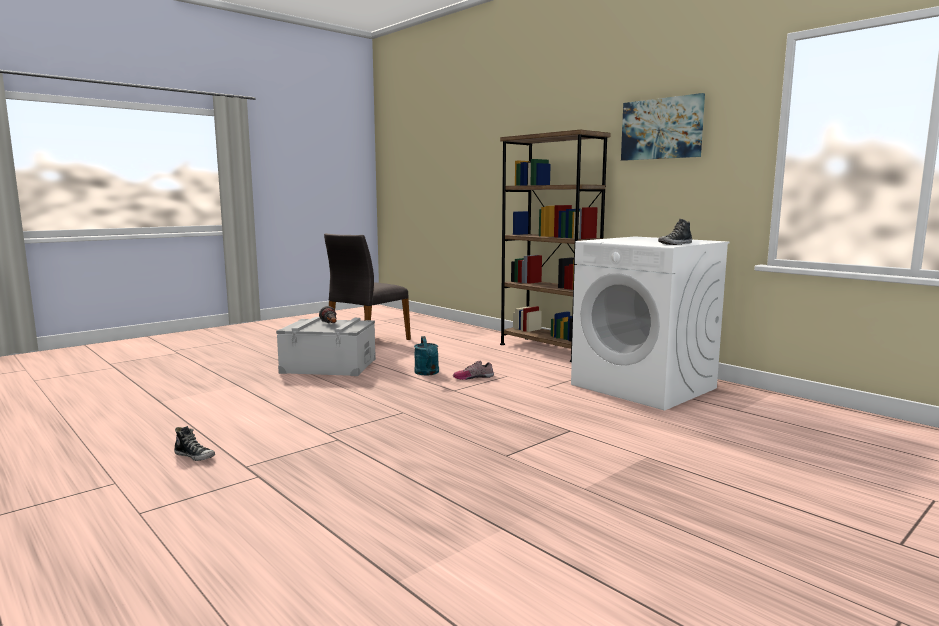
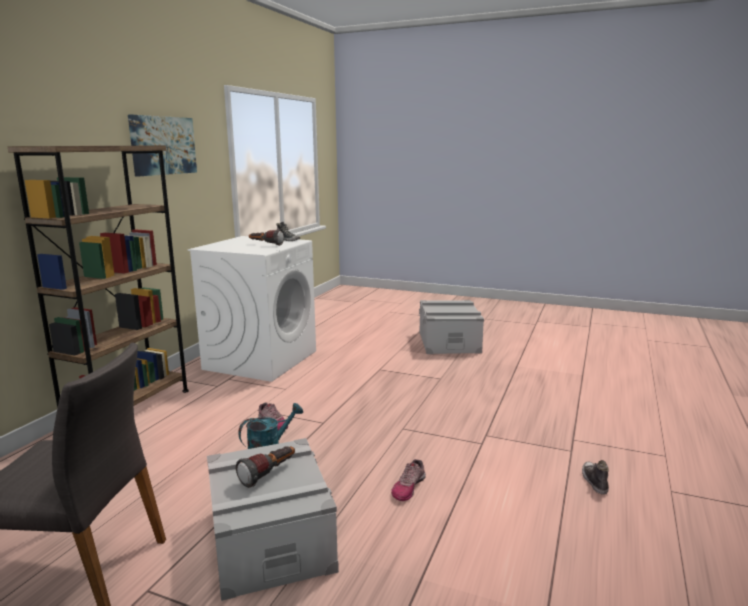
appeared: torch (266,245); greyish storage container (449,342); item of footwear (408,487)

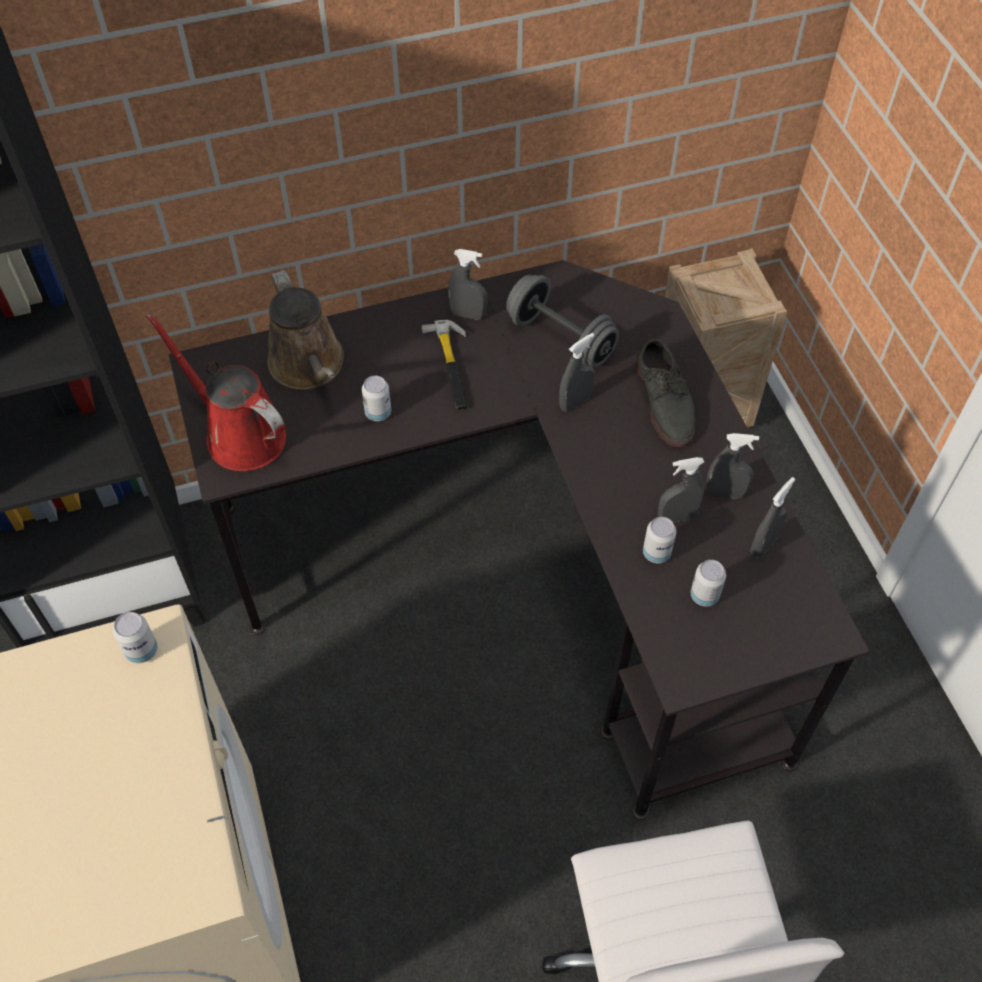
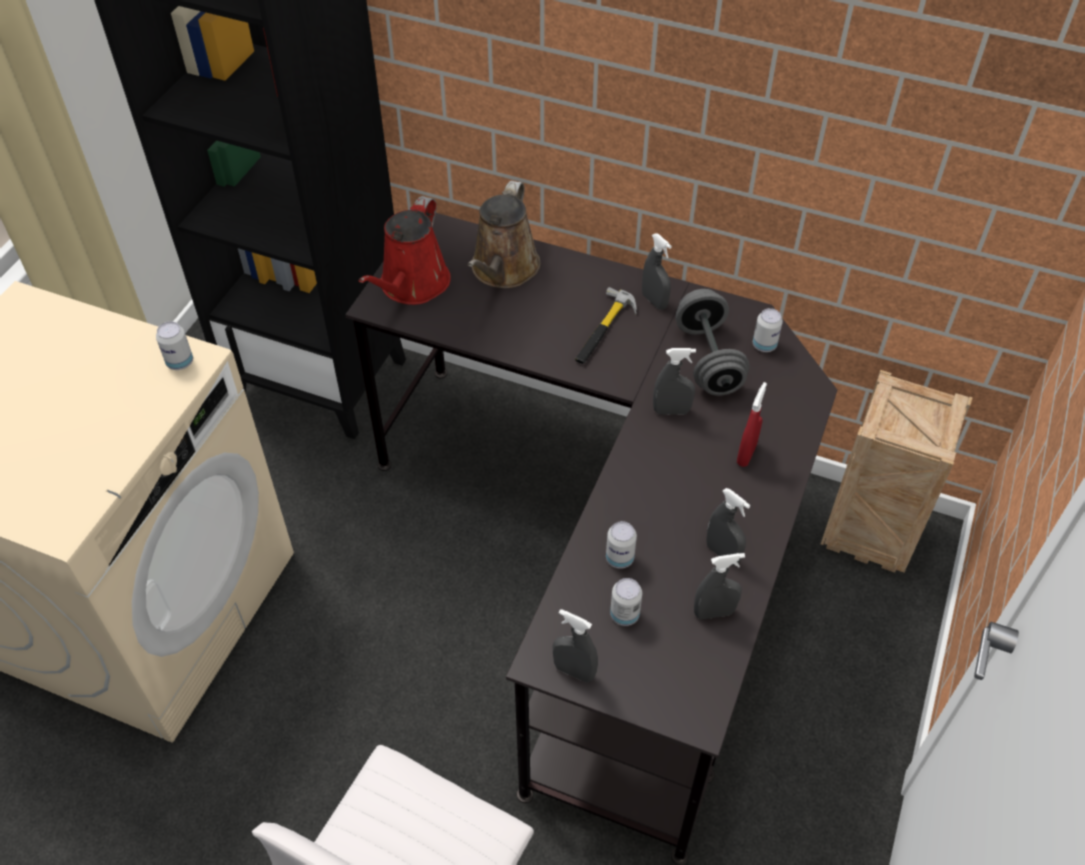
relocated: can (378,413) to (764,345); greyish hand sprayer (677,517) to (574,671)
exchanged: greyish item of footwear (665,400) to red hand sprayer (746,454)
spun: red sprinkling can (239,433) = (412,286) 150 degrees counterclockwise

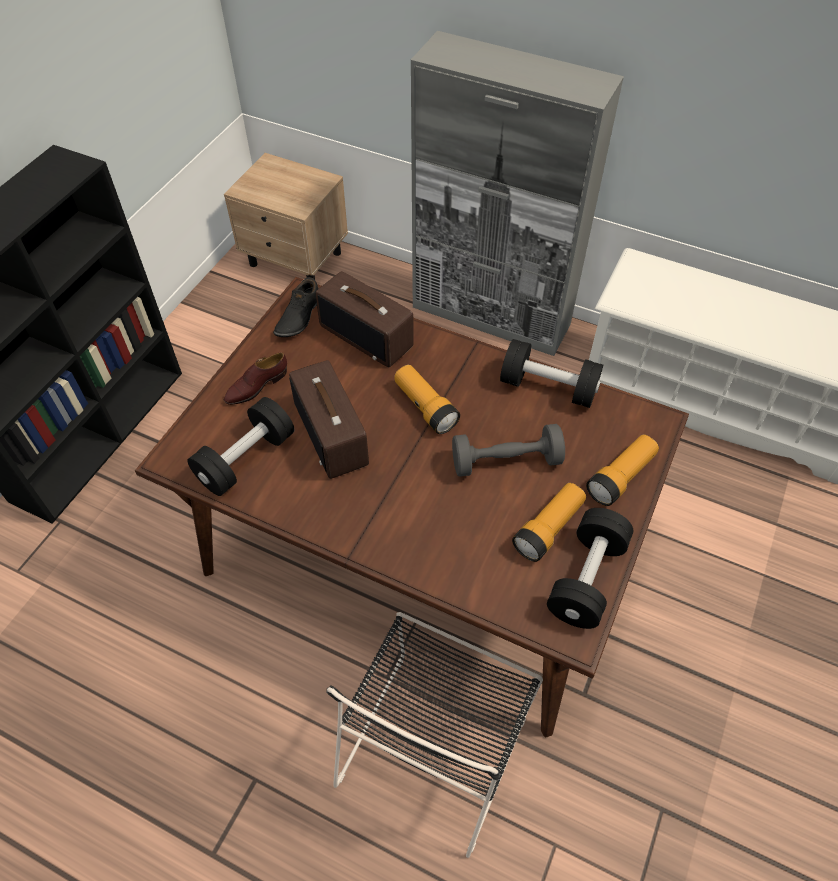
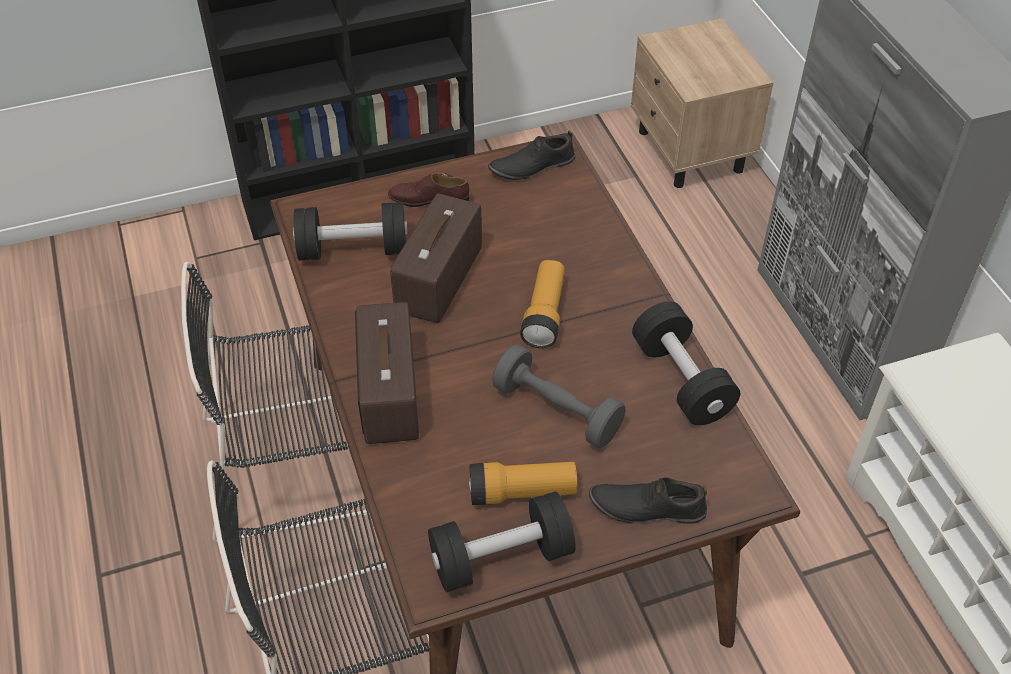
appeared: blackish chair (296,463)
relocated: radio (367,336) to (391,394)
exchanged: torch (621,477) to blackish item of footwear (647,507)

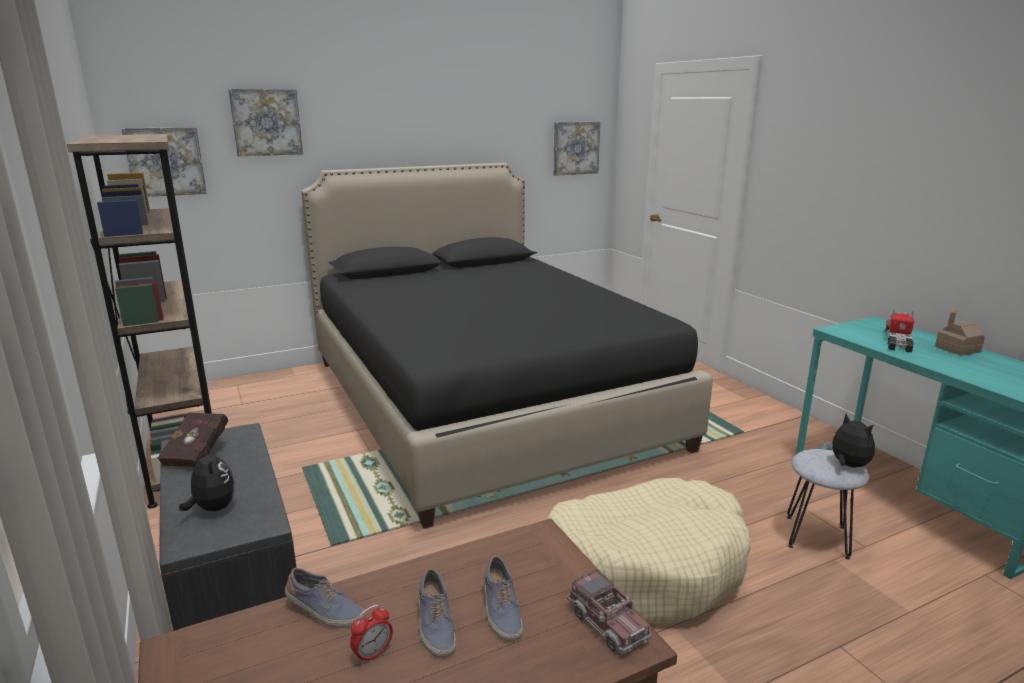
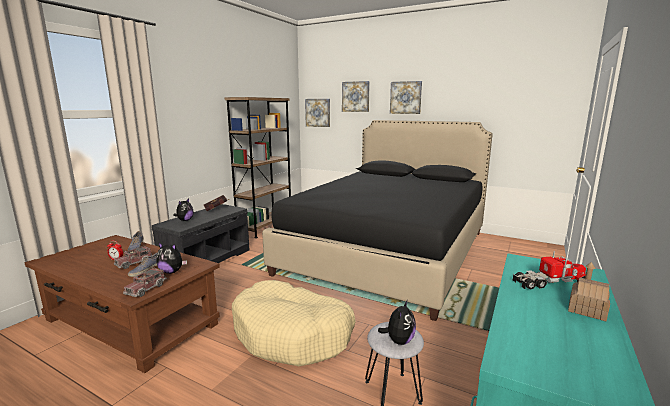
appeared: soft toy (172,271)
relocated: wall art (575,148) to (405,97)
exchanged: item of footwear (435,625) to toy lorry (134,263)

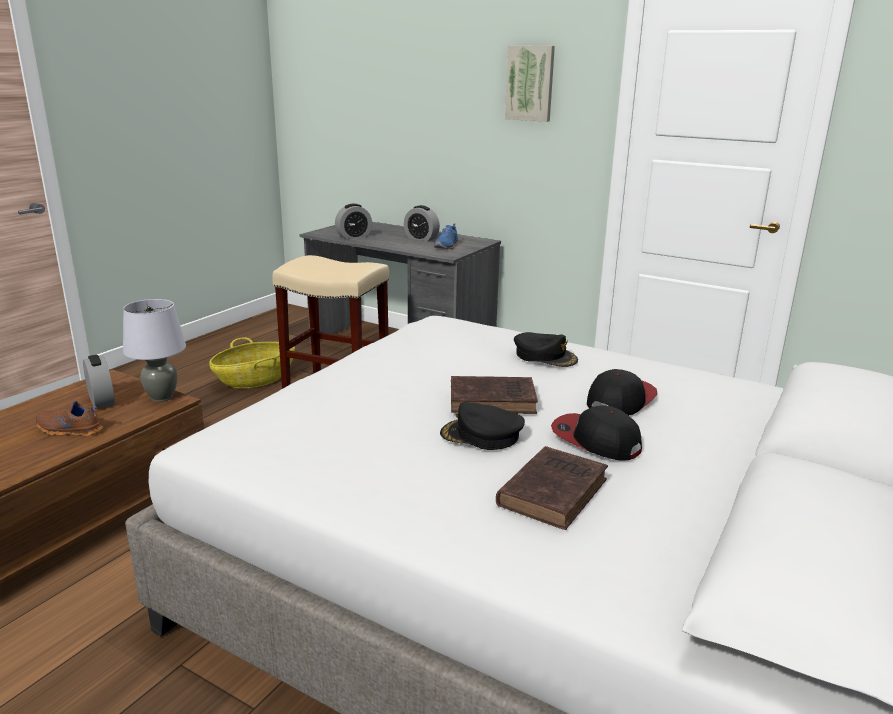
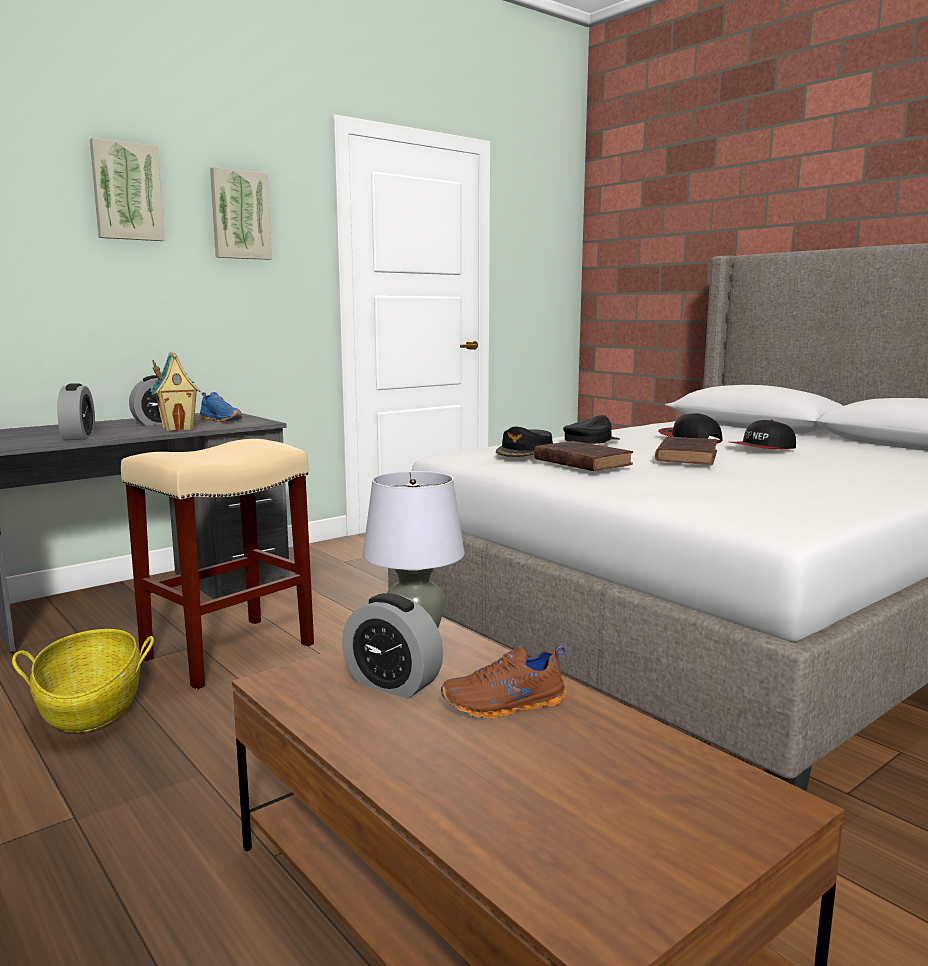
appeared: wall art (126,192); toy house (178,428)
relocated: blackish baseball cap (481,435) to (525,451); brown bound book (554,491) to (580,462)
spun: alarm clock (102,401) = (392,684) 135 degrees counterclockwise; brown item of footwear (69,430) = (505,705) 45 degrees clockwise

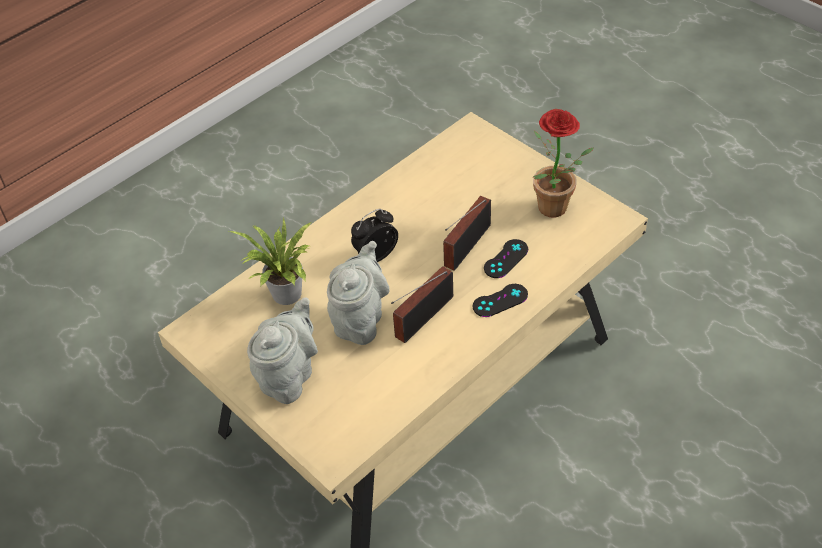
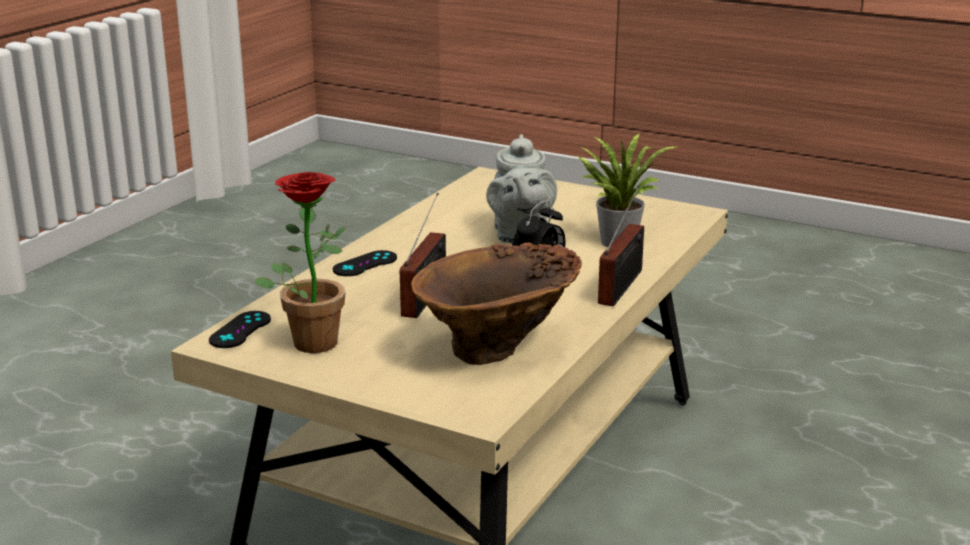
missing: greyish pot for tea (289,376)
appeared: brown decorative vase (500,351)
relocated: blackish gamepad (506,259) to (240,330); radio (420,319) to (623,284)

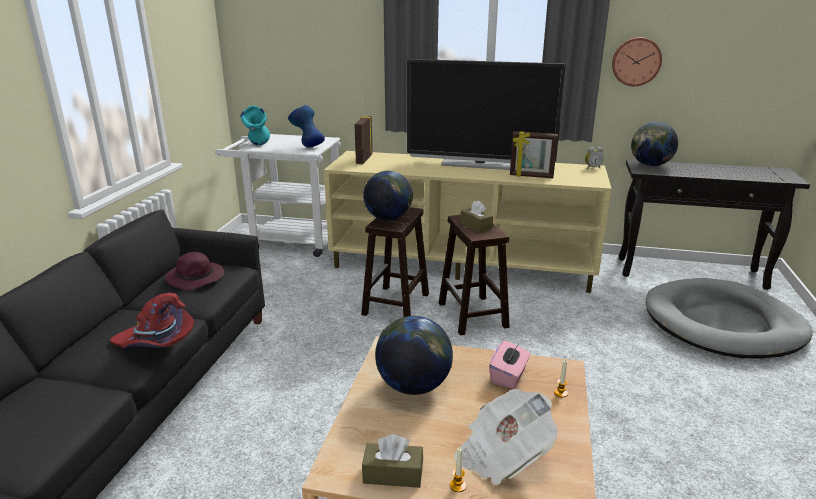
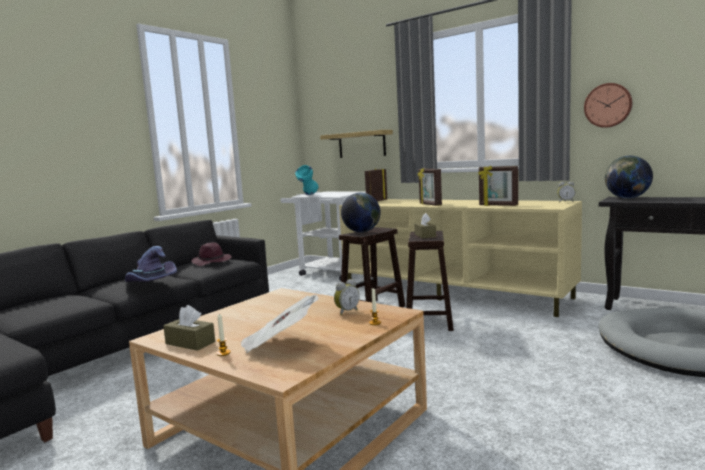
missing: television (480,164); blue-coloured decorative vase (307,146); world globe (413,386)
appeared: shelf (361,144); standing frame (429,204)
exchanged: pink-coloured box of tissues (509,376) to alarm clock (346,312)
colour: red hat (156,342) to purple-coloured hat (150,283)

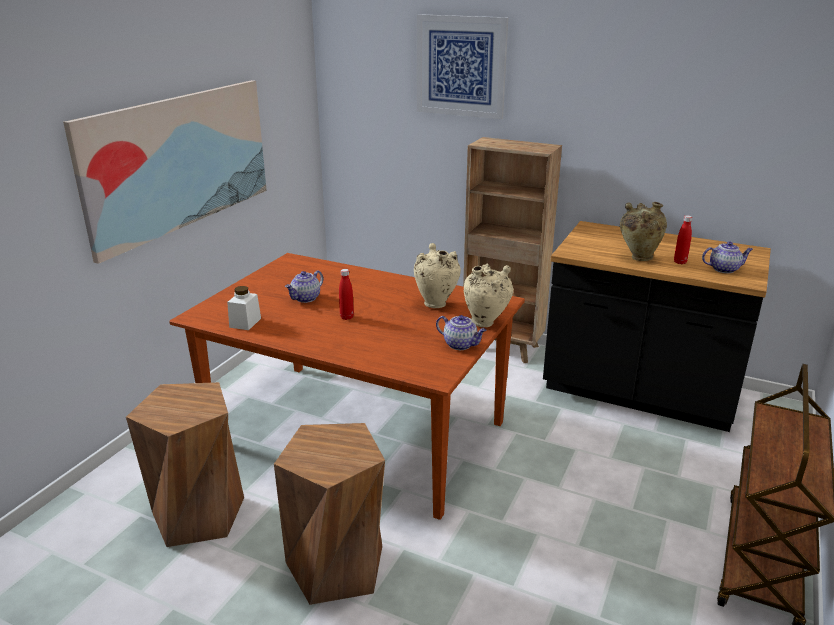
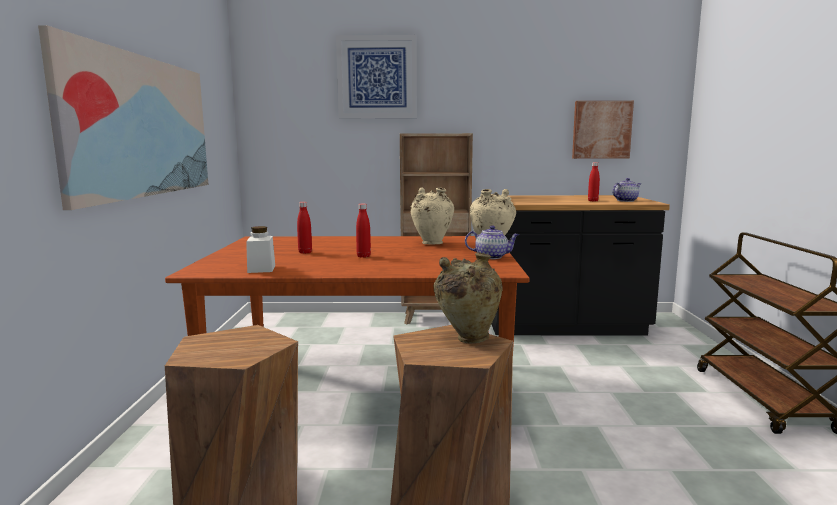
appeared: wall art (601,130)
relocated: beige-coloured decorative vase (638,257) to (467,338)
exchanged: pot for tea (306,298) to red beverage bottle (305,252)

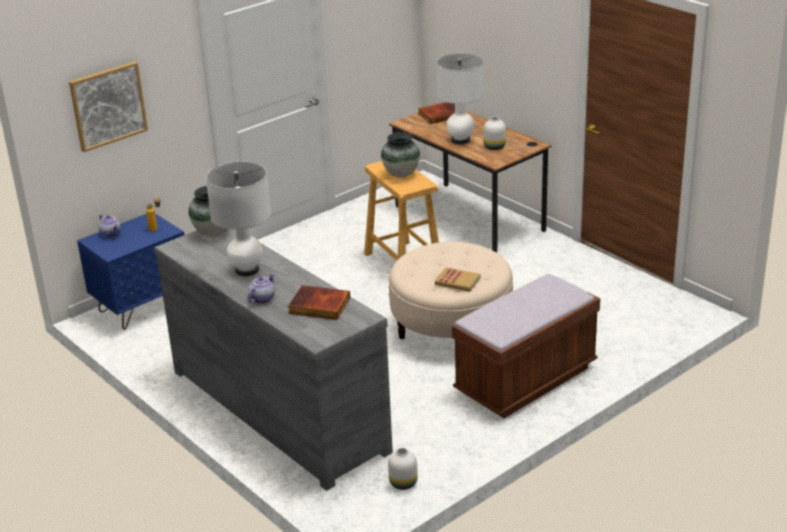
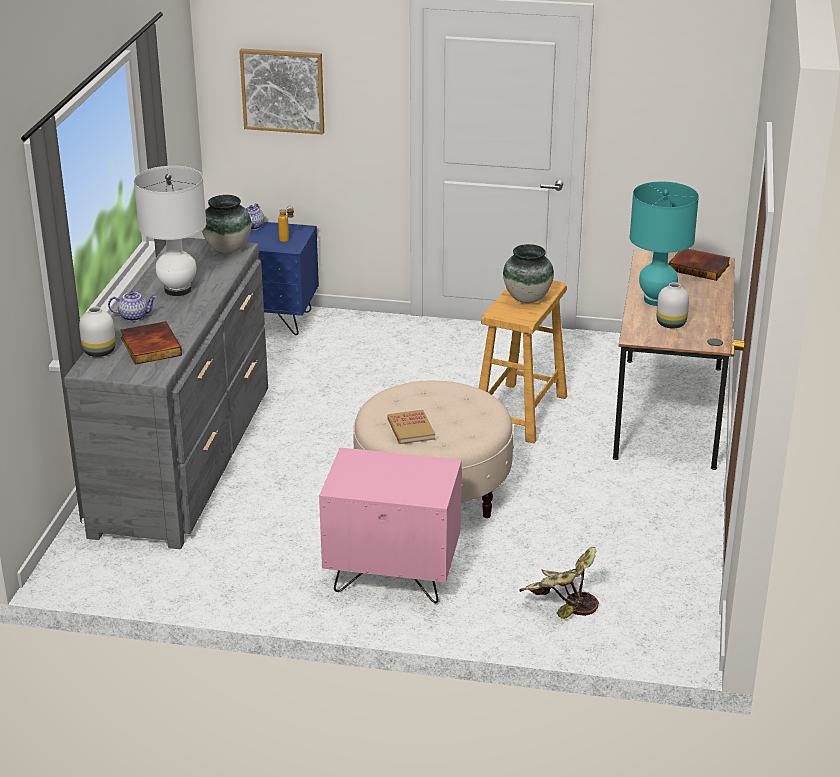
appeared: plant in a pot (560,603)
relocated: white-coloured decorative vase (402,483) to (98,351)
exchanged: brown indoor bench (526,380) to pink-coloured nightstand (392,578)
colour: white-coloured lamp for a table (460,140) to turquoise-coloured lamp for a table (656,300)

